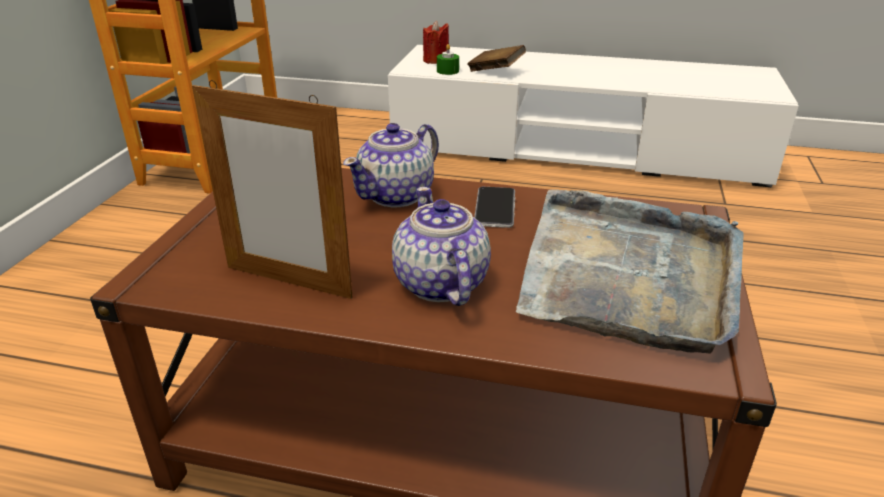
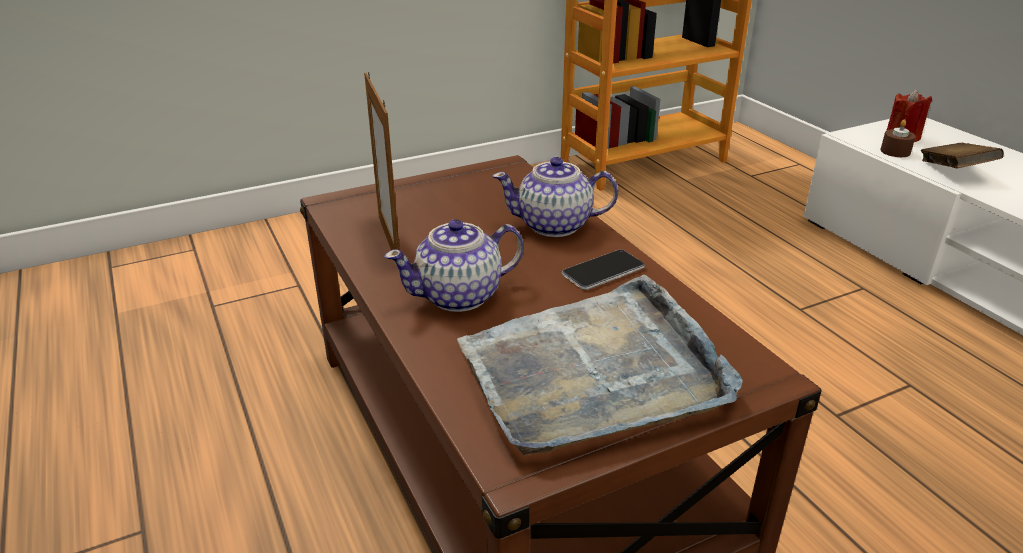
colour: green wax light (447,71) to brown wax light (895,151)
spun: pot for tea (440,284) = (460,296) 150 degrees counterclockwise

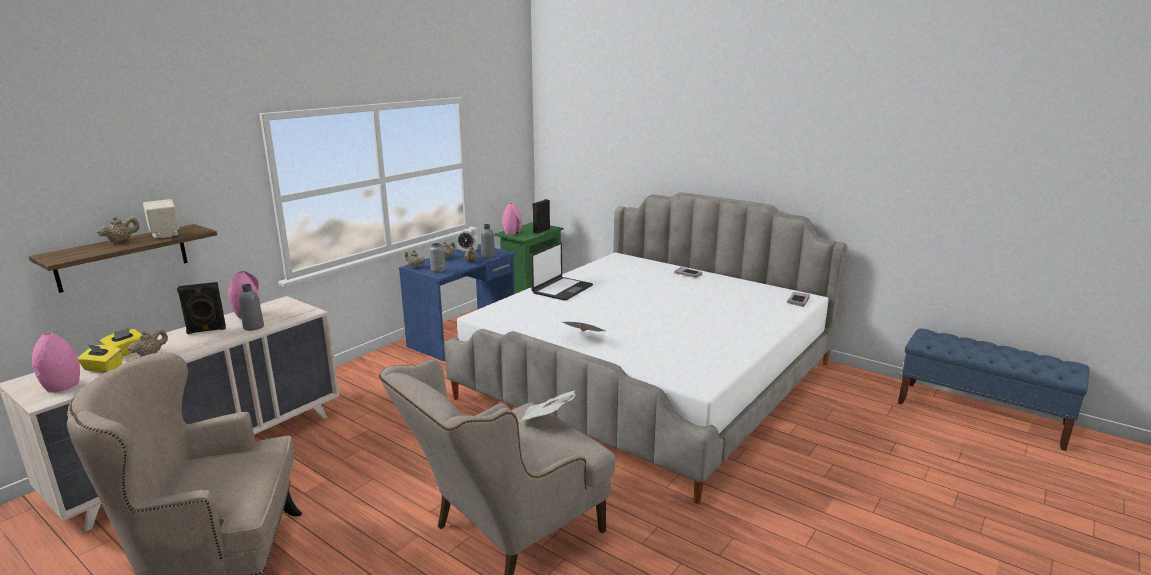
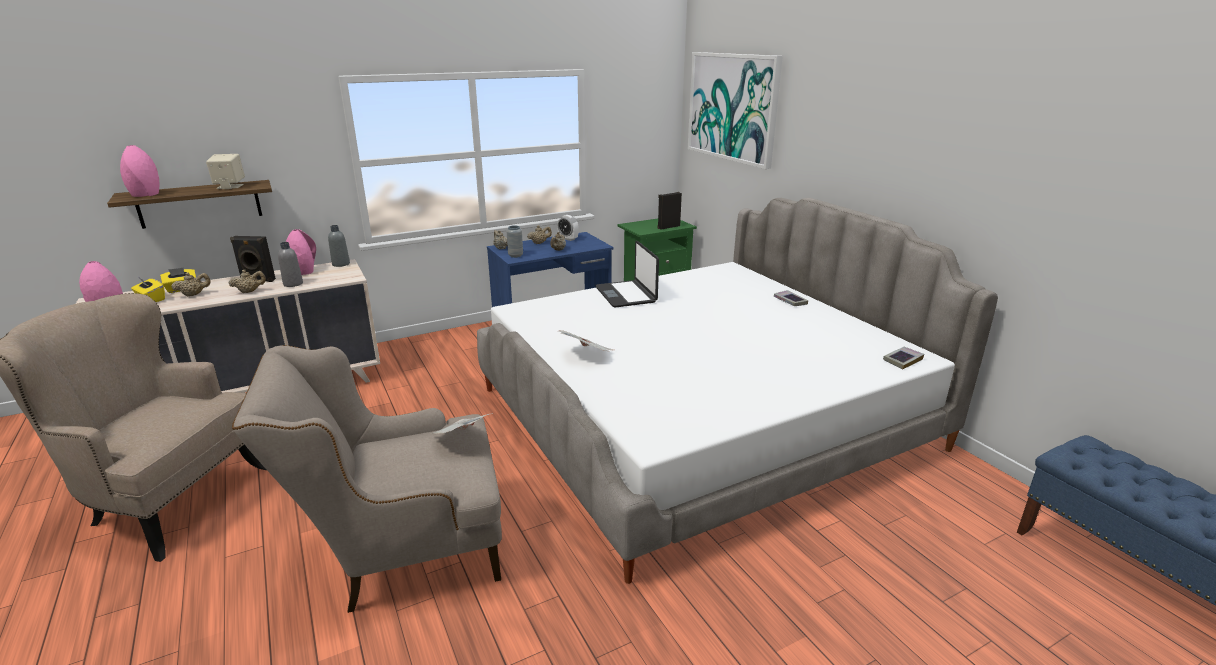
appeared: wall art (732,107)
relocated: pink-coloured decorative vase (512,233) to (146,195); beige-coloured pot for tea (121,241) to (250,291); greyish beverage bottle (488,256) to (341,264)
spun: laptop (562,289) = (626,295) 105 degrees clockwise

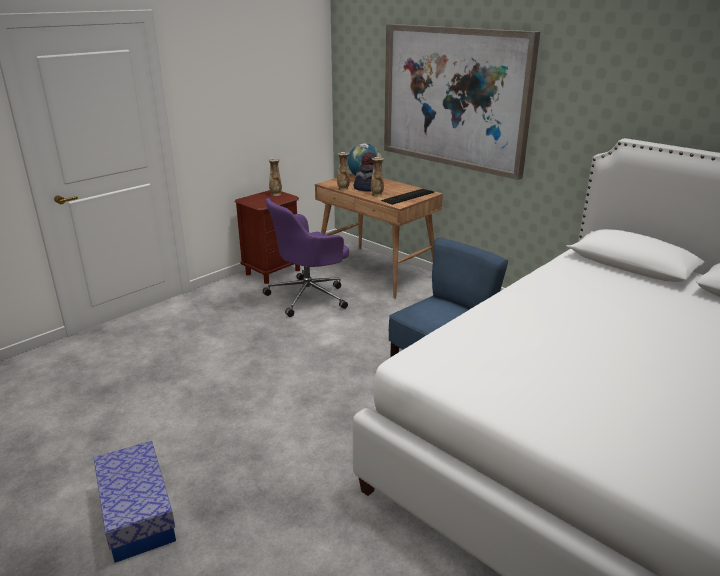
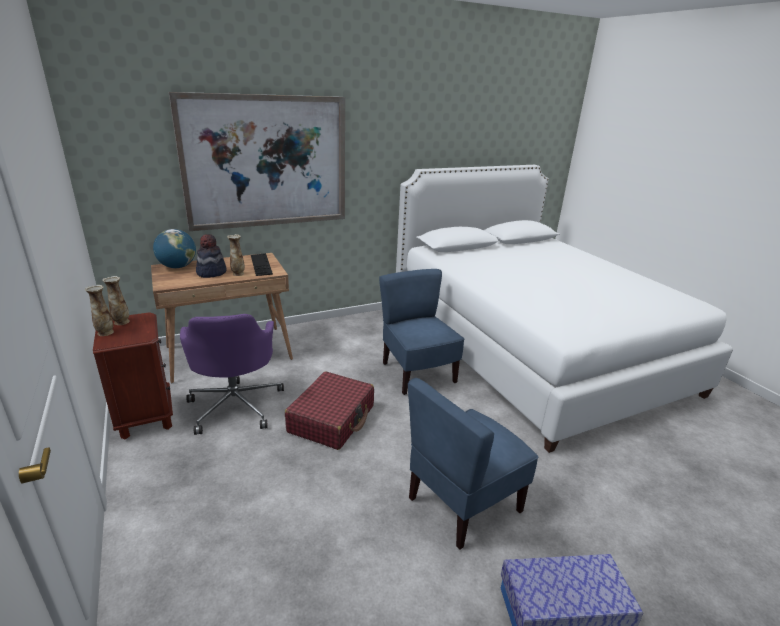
appeared: red suitcase (332,419); blue-coloured chair (463,504)
relocated: decorative vase (343,189) to (105,332)

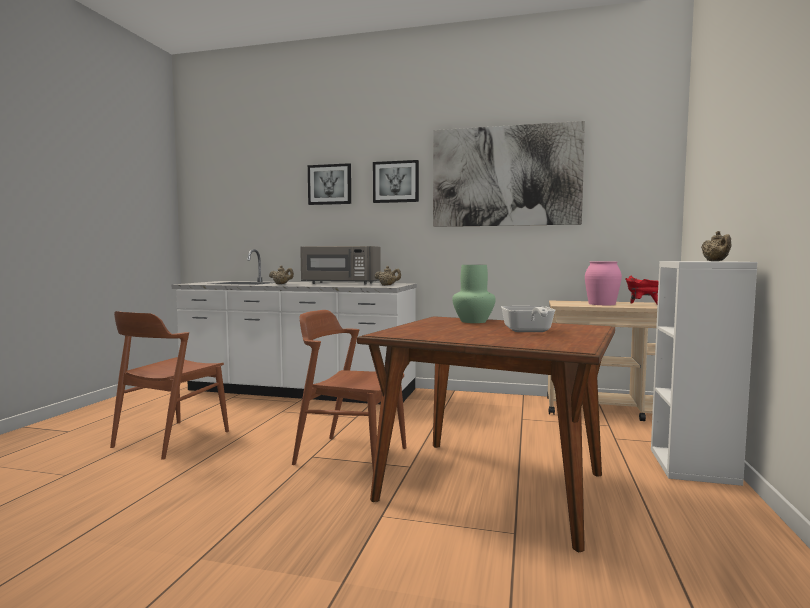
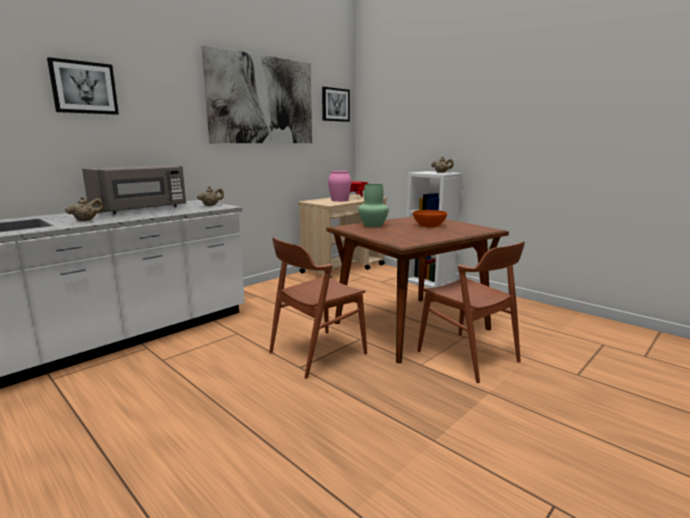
relocated: wall art (396,182) to (335,105); brown chair (171,439) to (468,356)
exchanged: frying pan (527,331) to orangey bowl (429,225)

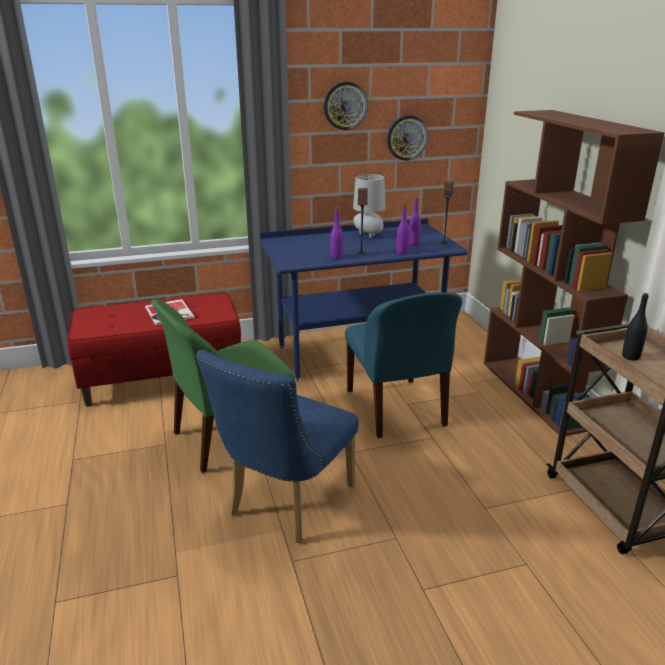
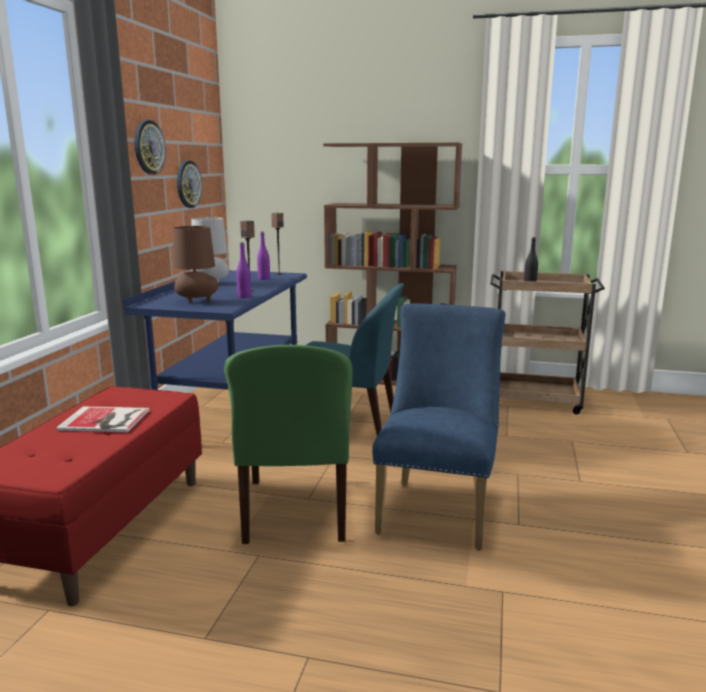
missing: purple-coloured beverage bottle (402,252)
appeared: brown lamp for a table (196,301)
spun: blue-coloured chair (285,504) = (437,508) 135 degrees counterclockwise

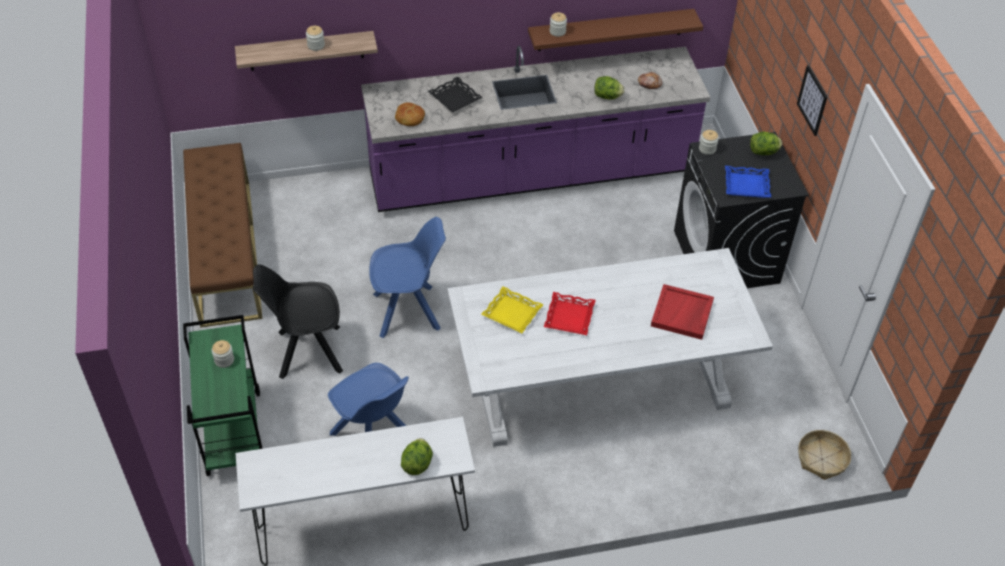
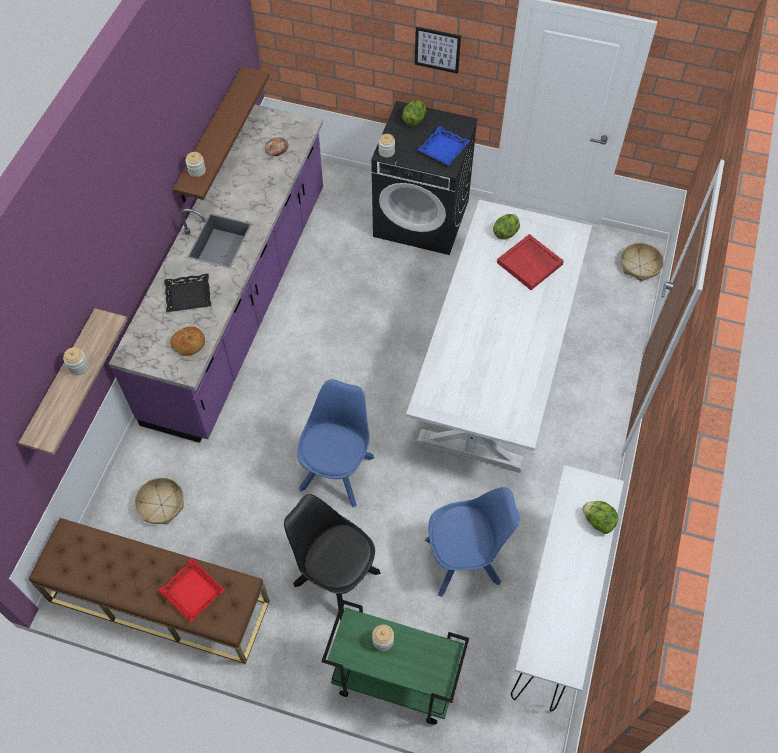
missing: yellowish carrying tray (511,313)
appeared: household basket (161,505)
relocated: head of lettuce (607,97) to (506,233); red carrying tray (569,317) to (193,591)
spun: blackish chair (307,352) = (335,576) 105 degrees clockwise

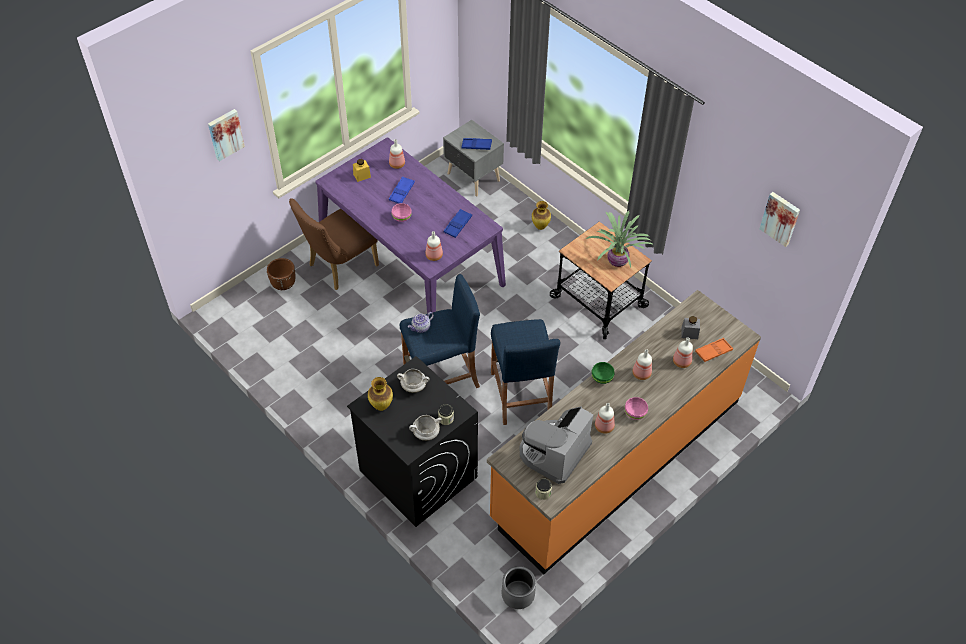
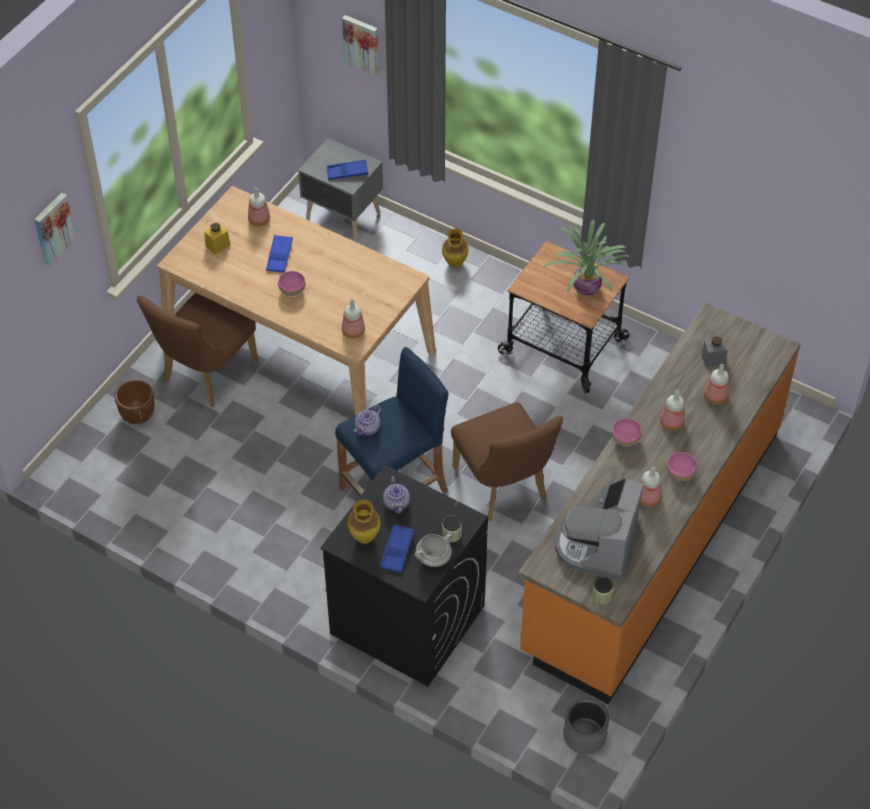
missing: orangey carrying tray (713,351)
relocated: wall art (780,218) to (362,44); blue-coloured carrying tray (458,225) to (397,551)
exchanged: blue-coloured stool (521,394) to brown chair (504,488); white-coloured saucepot (414,386) to pot for tea (397,503)
colour: purple-coloured dining table (411,261) to beige-coloured dining table (299,346); green bowl (602,378) to pink-coloured bowl (625,439)

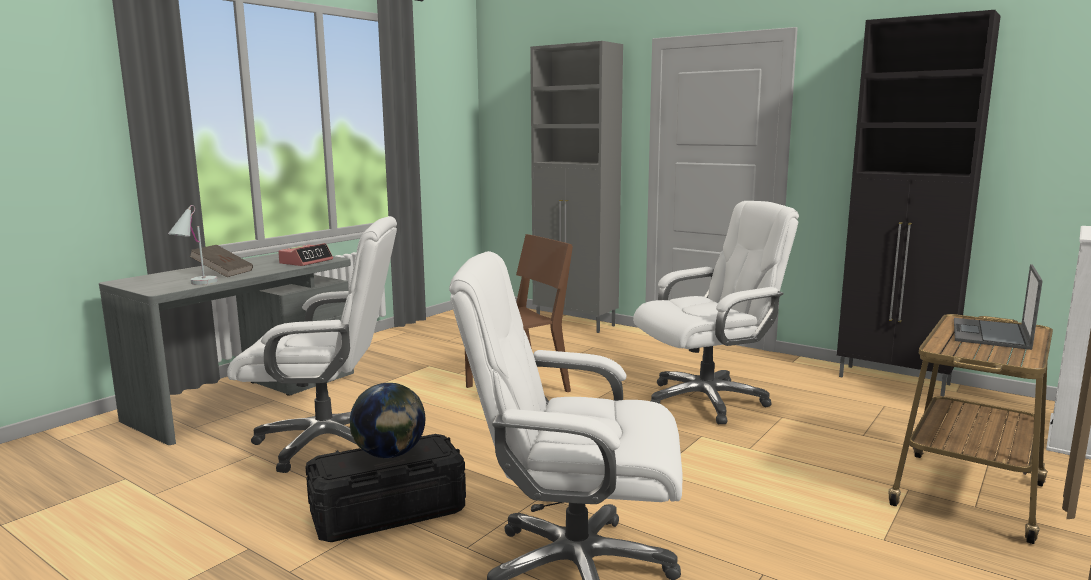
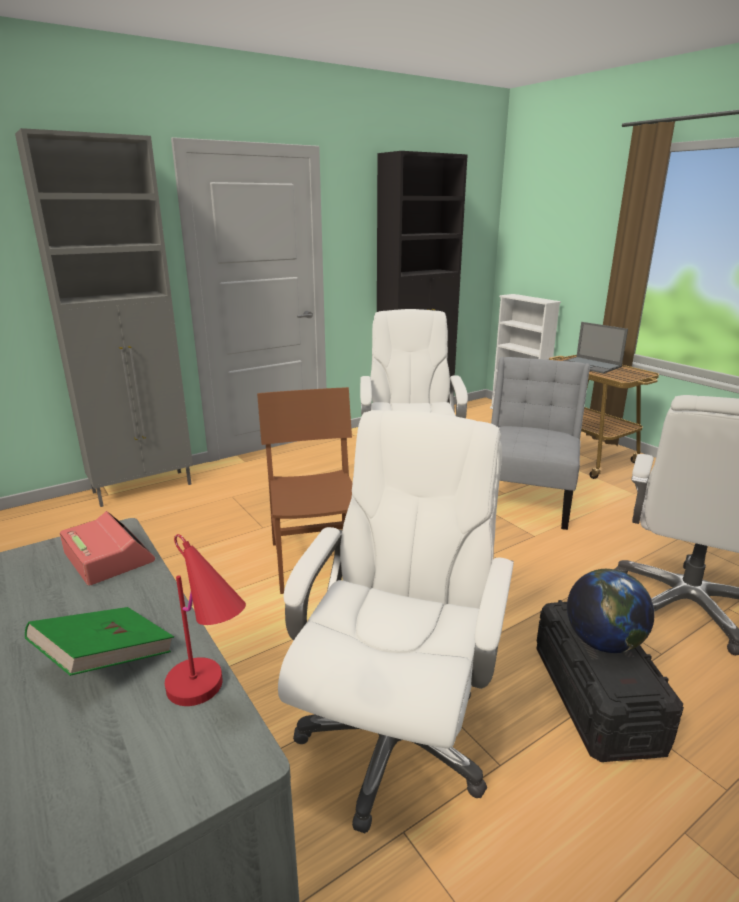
appeared: greyish chair (526,499)
colour: white-coloured lamp for a table (195,284) to red lamp for a table (211,696); brown bound book (223,273) to green bound book (106,660)

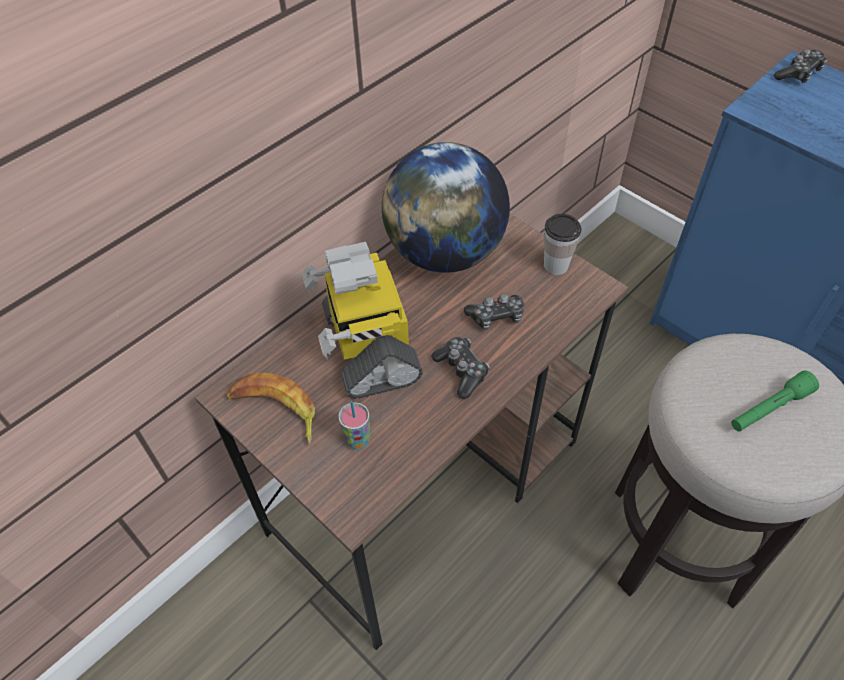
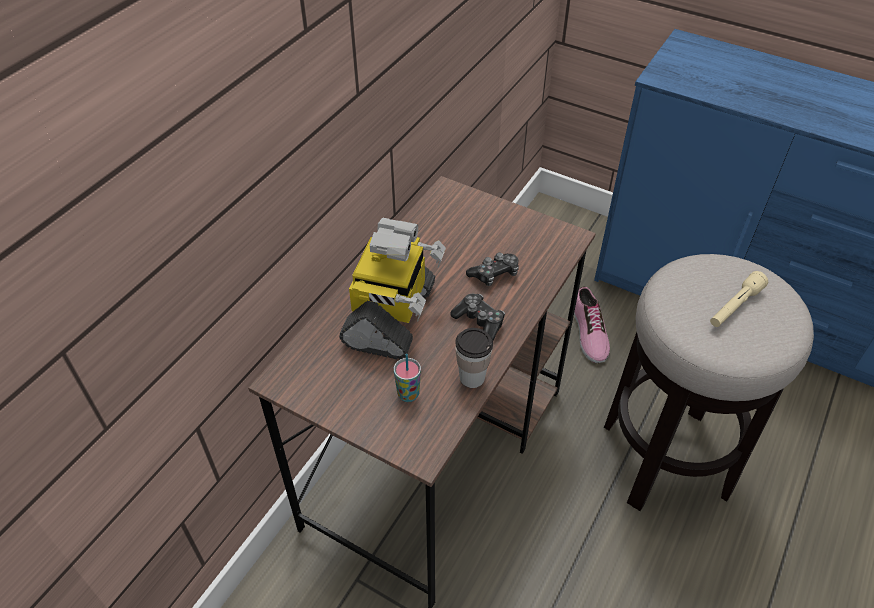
missing: gamepad (798,74); world globe (444,253); banana fruit (275,411)
appeared: item of footwear (588,332)
relocated: small cup (556,266) to (472,377)
colour: green torch (769,409) to beige-coloured torch (734,306)
spun: robot figure (368,346) = (392,316) 135 degrees counterclockwise

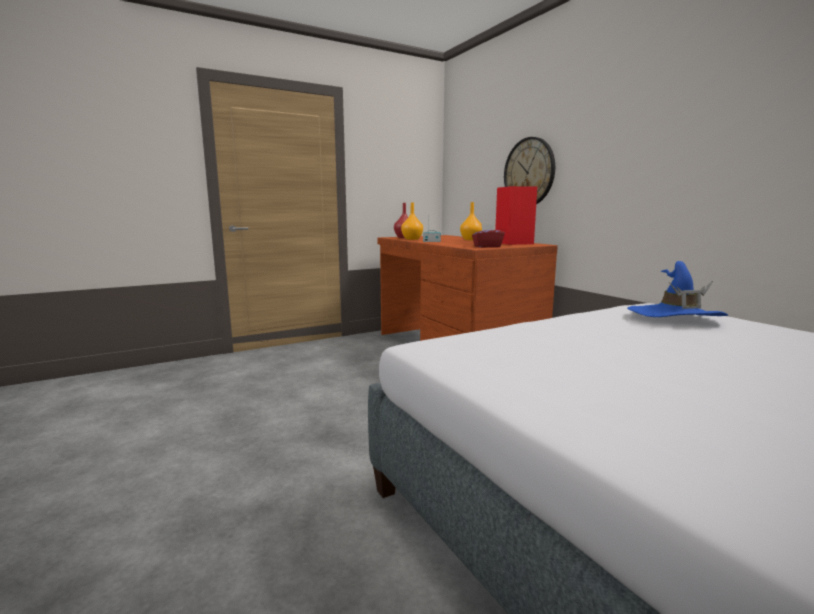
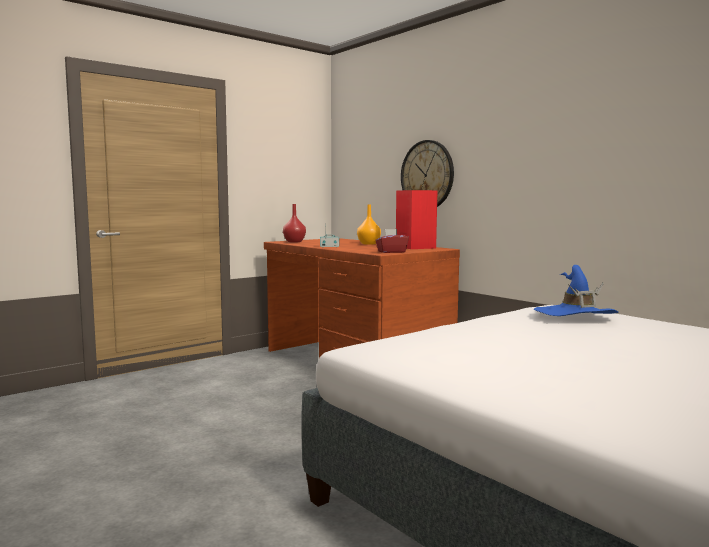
missing: orangey decorative vase (412,239)

